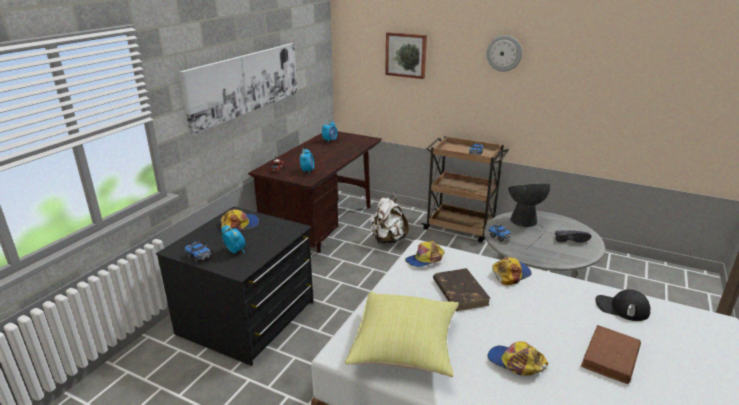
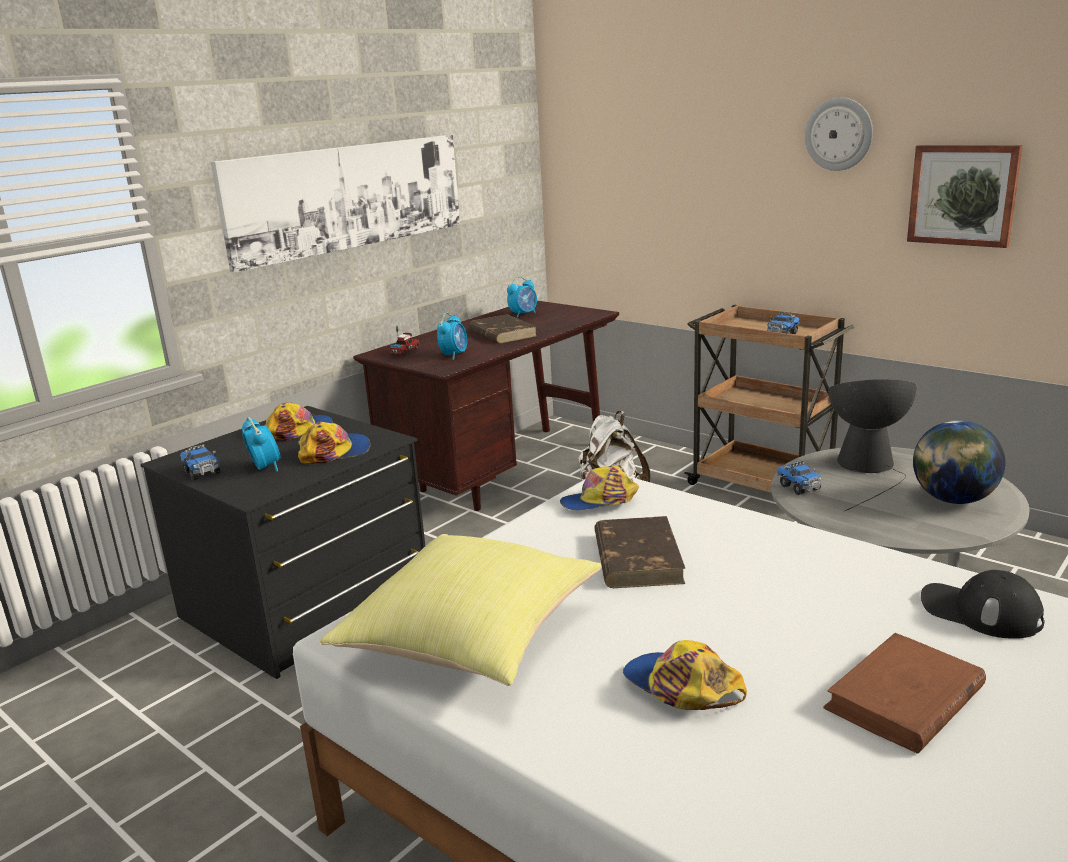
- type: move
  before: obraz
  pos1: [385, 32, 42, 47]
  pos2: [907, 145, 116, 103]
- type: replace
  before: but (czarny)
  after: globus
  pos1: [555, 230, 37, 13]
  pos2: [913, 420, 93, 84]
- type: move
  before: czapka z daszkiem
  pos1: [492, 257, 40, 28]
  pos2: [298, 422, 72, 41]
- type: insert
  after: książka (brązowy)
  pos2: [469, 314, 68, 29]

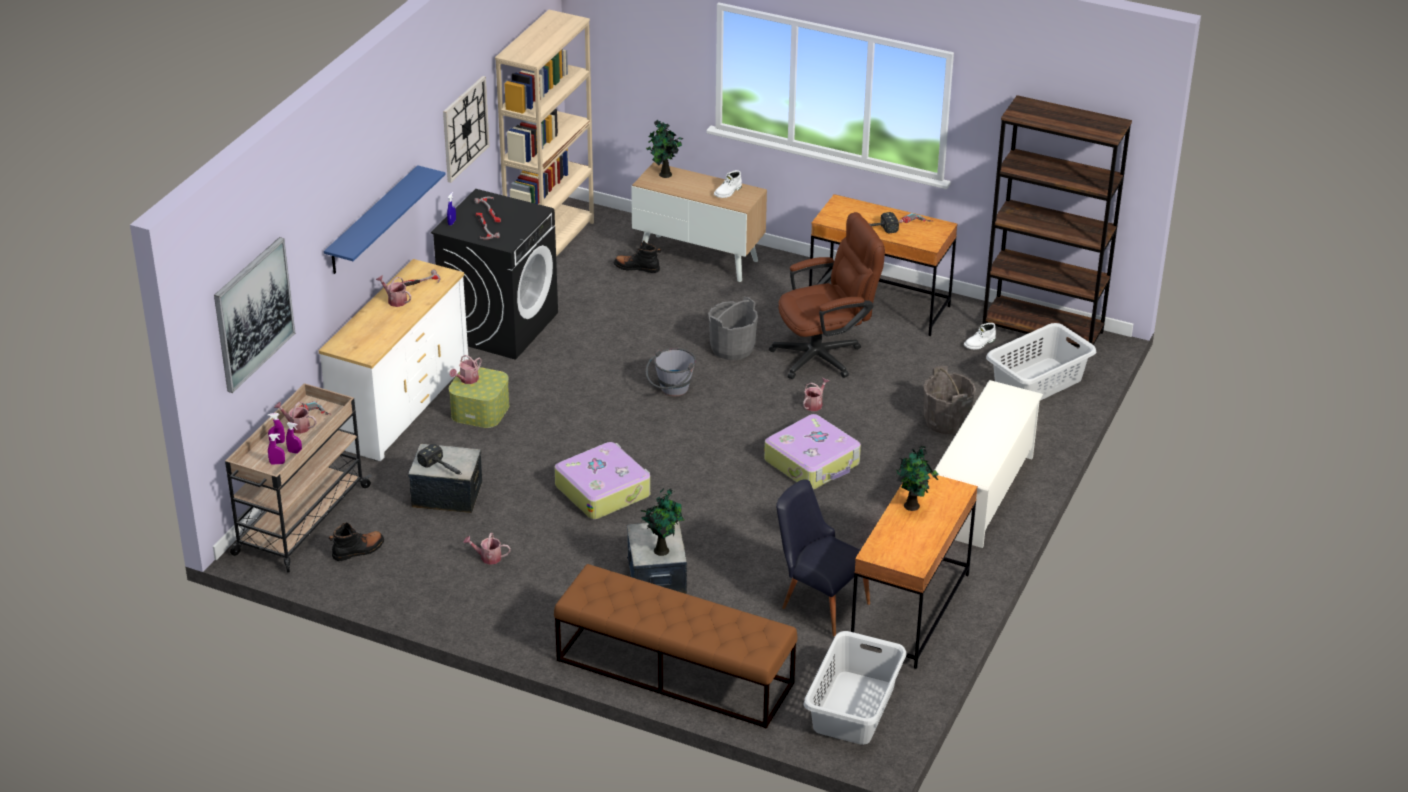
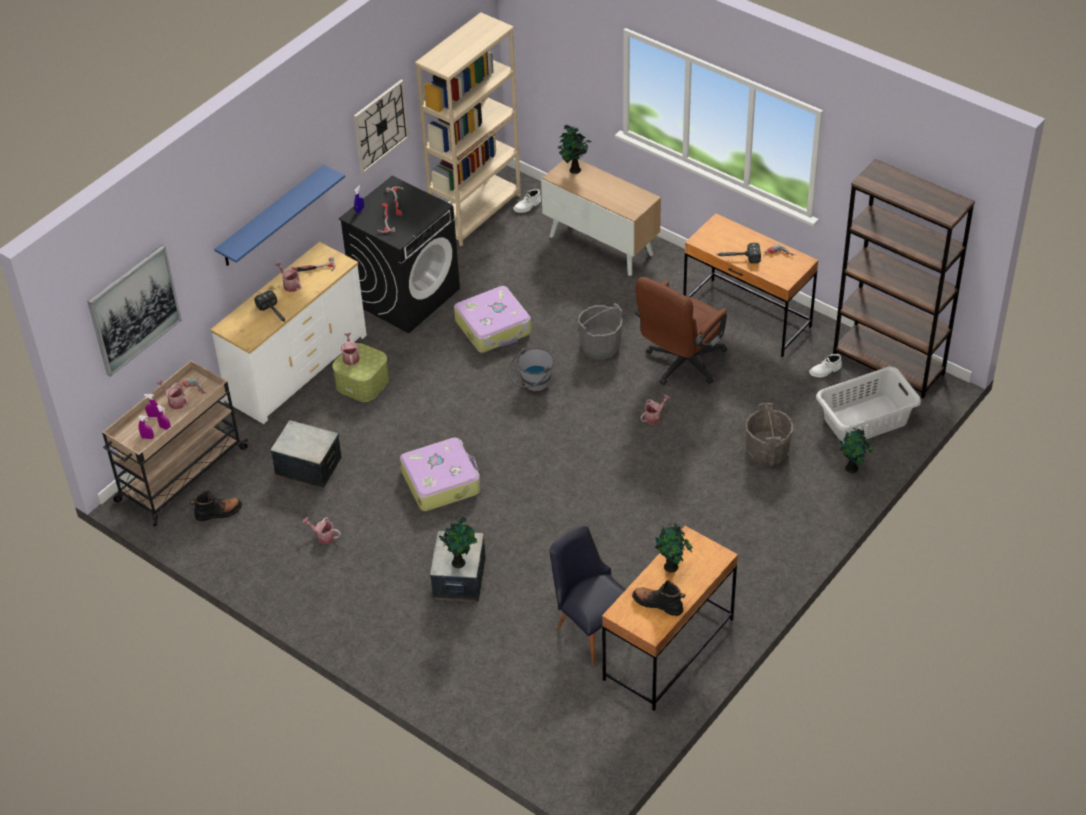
- type: move
  before: but z cholewką (biały)
  pos1: [714, 170, 28, 28]
  pos2: [513, 189, 28, 24]
- type: rotate
  before: krzesło biurowe (brązowy)
  pos1: [769, 212, 116, 167]
  pos2: [635, 277, 92, 108]
  turn: 135
- type: move
  before: but z cholewką (czarny)
  pos1: [614, 241, 47, 32]
  pos2: [632, 580, 53, 36]
- type: rotate
  before: konewka
  pos1: [450, 355, 32, 29]
  pos2: [341, 333, 19, 32]
  turn: 120
- type: delete
  before: regał na buty (biały)
  pos1: [935, 380, 108, 168]
- type: move
  before: walizka
  pos1: [764, 414, 97, 76]
  pos2: [454, 286, 77, 67]
- type: move
  before: młotek
  pos1: [417, 444, 44, 31]
  pos2: [254, 290, 32, 32]
- type: delete
  before: ławka (brązowy)
  pos1: [554, 564, 243, 165]
- type: delete
  before: kosz na pranie (szary)
  pos1: [803, 631, 103, 114]
- type: insert
  after: roślina doniczkowa
  pos2: [839, 427, 35, 46]

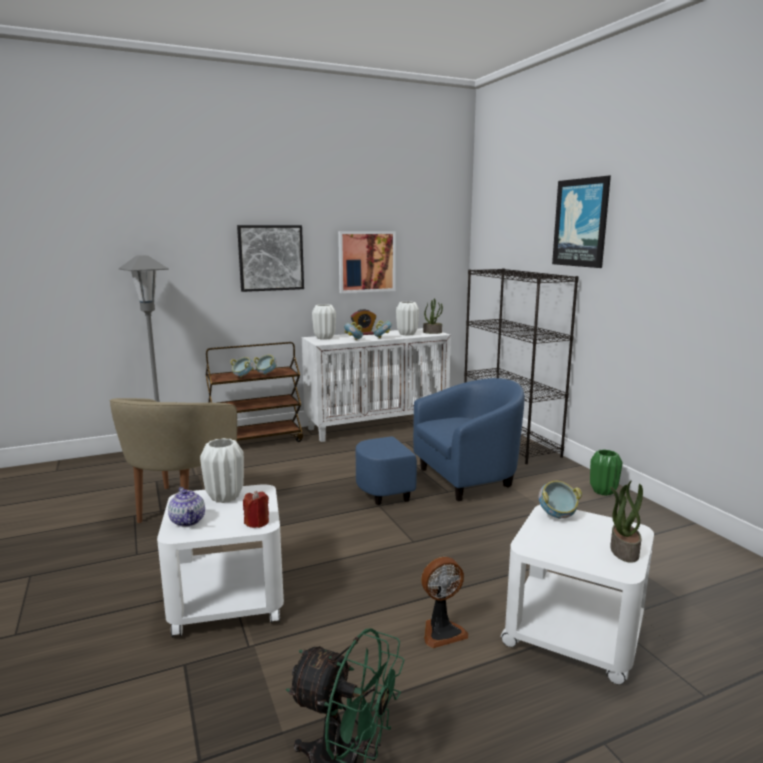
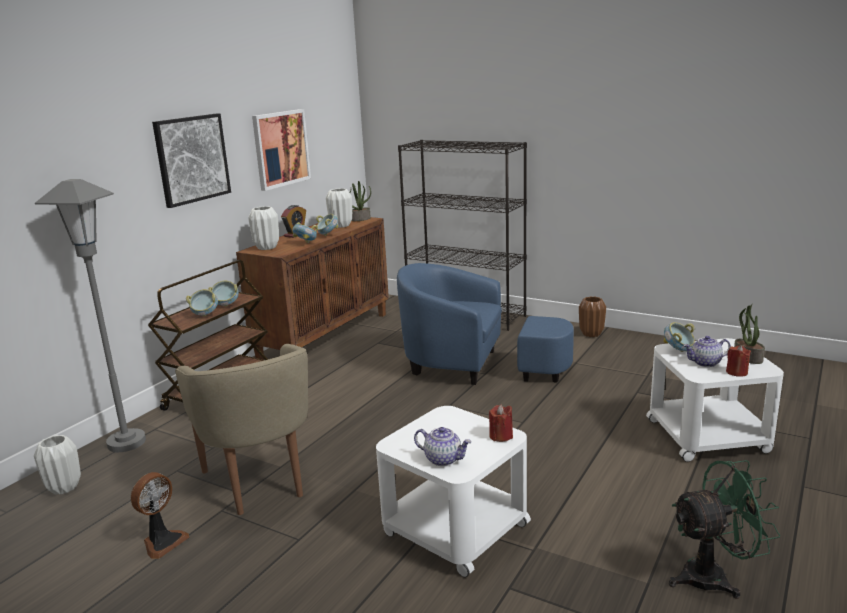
- type: delete
  before: obraz
  pos1: [552, 176, 59, 92]
- type: recolor
  before: szafka (biały)
  after: szafka (brązowy)
  pos1: [302, 328, 149, 114]
  pos2: [236, 217, 153, 143]
- type: rotate
  before: fotel (niebieski)
  pos1: [356, 378, 169, 127]
  pos2: [397, 263, 177, 122]
  turn: -105
- type: move
  before: wazon (biały)
  pos1: [200, 438, 44, 65]
  pos2: [34, 435, 47, 60]
- type: recolor
  before: wazon (zielony)
  after: wazon (brązowy)
  pos1: [590, 449, 33, 47]
  pos2: [579, 296, 27, 41]
- type: move
  before: wentylator
  pos1: [421, 557, 48, 91]
  pos2: [131, 472, 58, 87]
- type: insert
  after: imbryk
  pos2: [683, 336, 48, 31]
- type: insert
  after: świeca (czerwony)
  pos2: [726, 345, 25, 32]

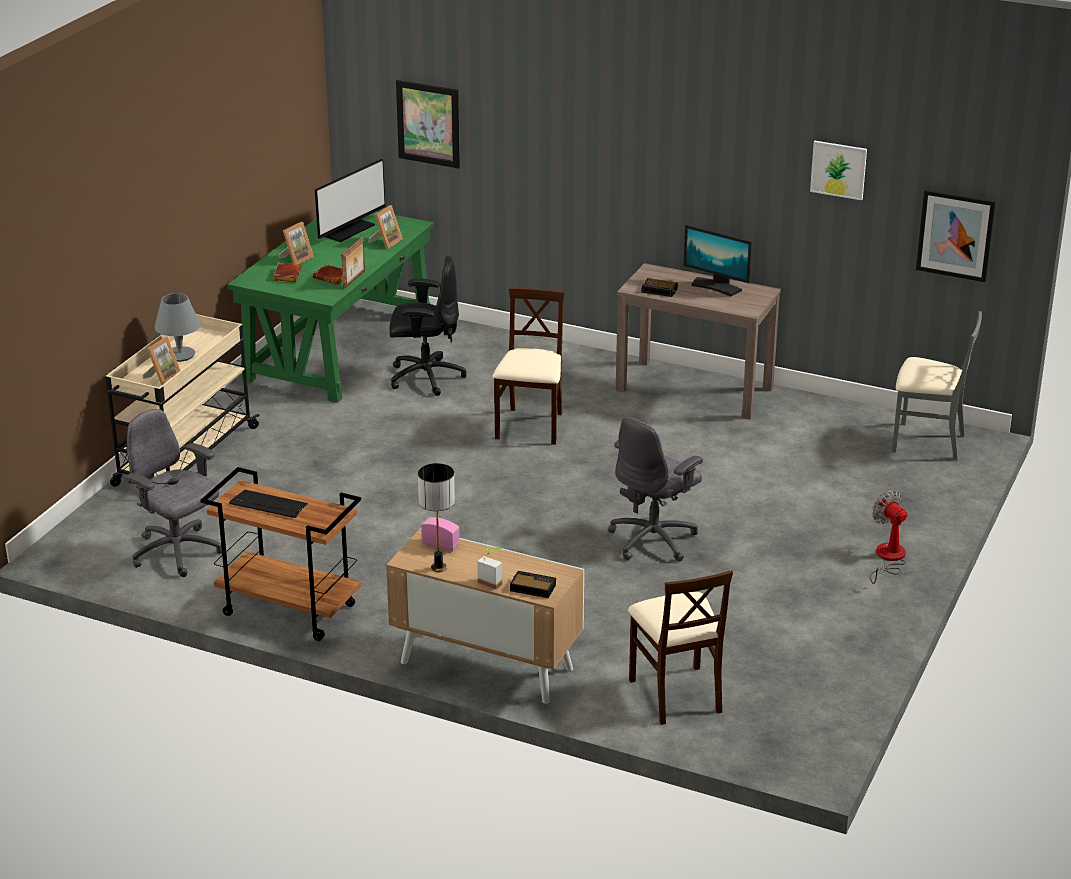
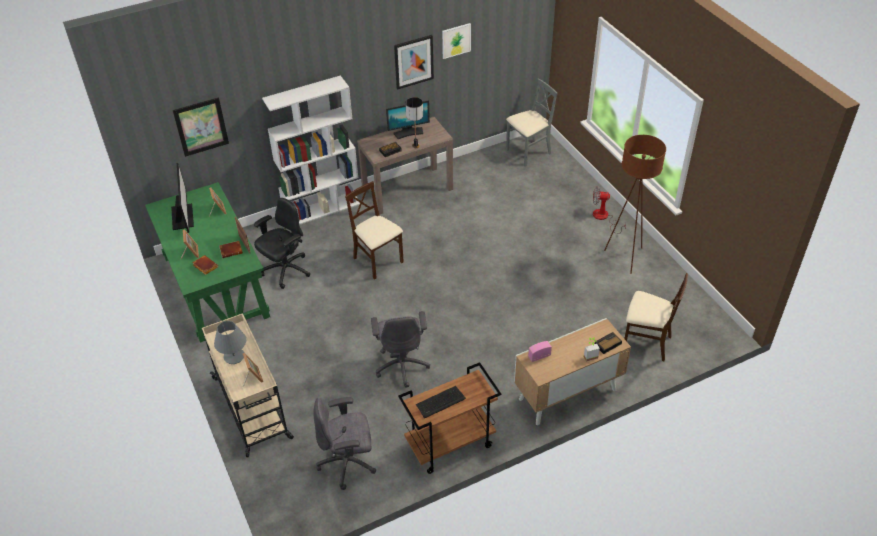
- type: move
  before: obraz
  pos1: [916, 189, 80, 93]
  pos2: [394, 35, 40, 54]
- type: move
  before: krzesło biurowe (szary)
  pos1: [608, 417, 95, 145]
  pos2: [371, 311, 59, 77]
- type: move
  before: lampa stołowa
  pos1: [418, 463, 37, 109]
  pos2: [405, 97, 18, 51]
- type: insert
  after: regał (biały)
  pos2: [262, 75, 98, 150]
- type: insert
  after: lampa stojąca (brązowy)
  pos2: [604, 135, 62, 139]

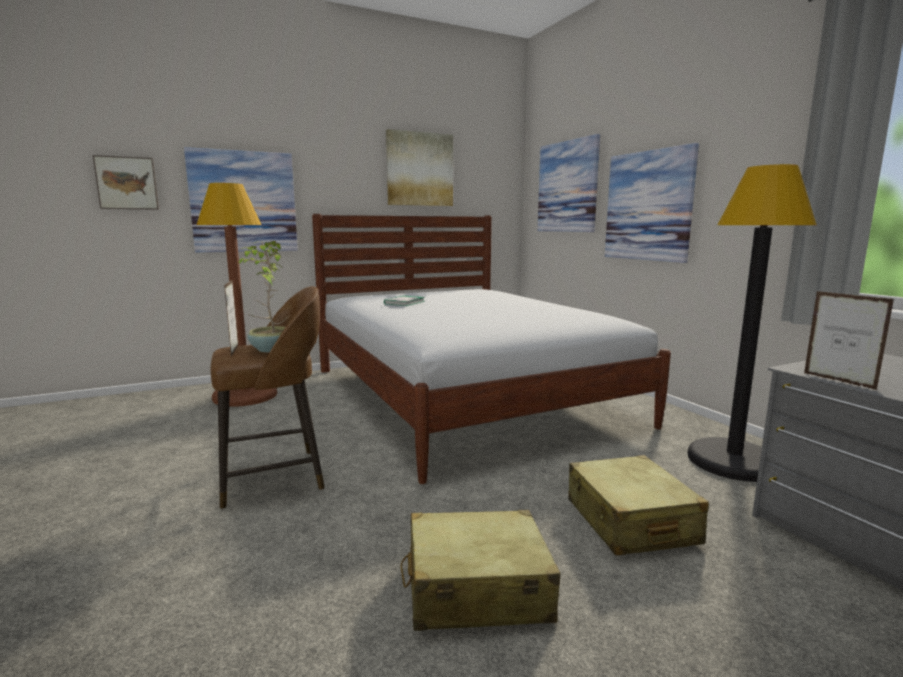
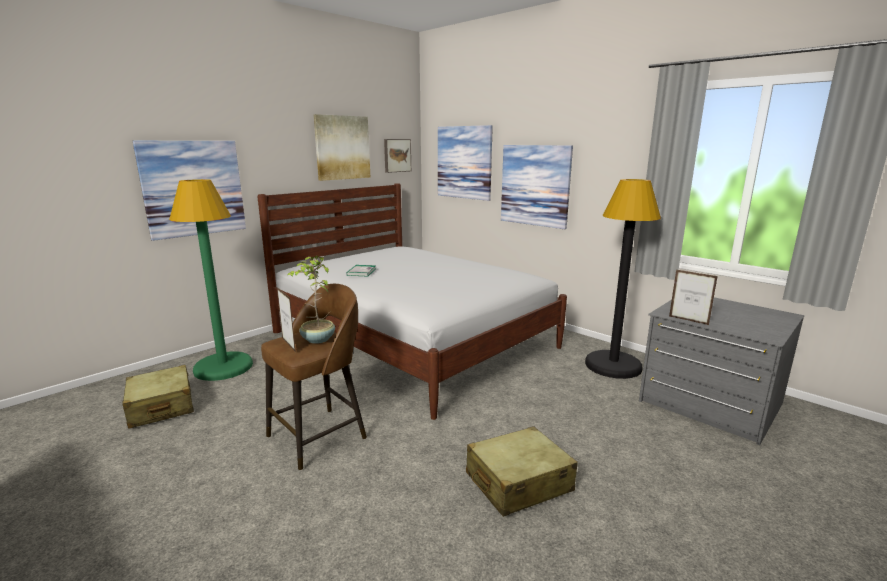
- type: move
  before: obraz
  pos1: [93, 155, 66, 55]
  pos2: [384, 139, 27, 34]
- type: recolor
  before: lampa stojąca (brązowy)
  after: lampa stojąca (zielony)
  pos1: [197, 183, 80, 224]
  pos2: [169, 179, 84, 202]
- type: move
  before: walizka (beżowy)
  pos1: [568, 455, 141, 100]
  pos2: [123, 365, 71, 64]

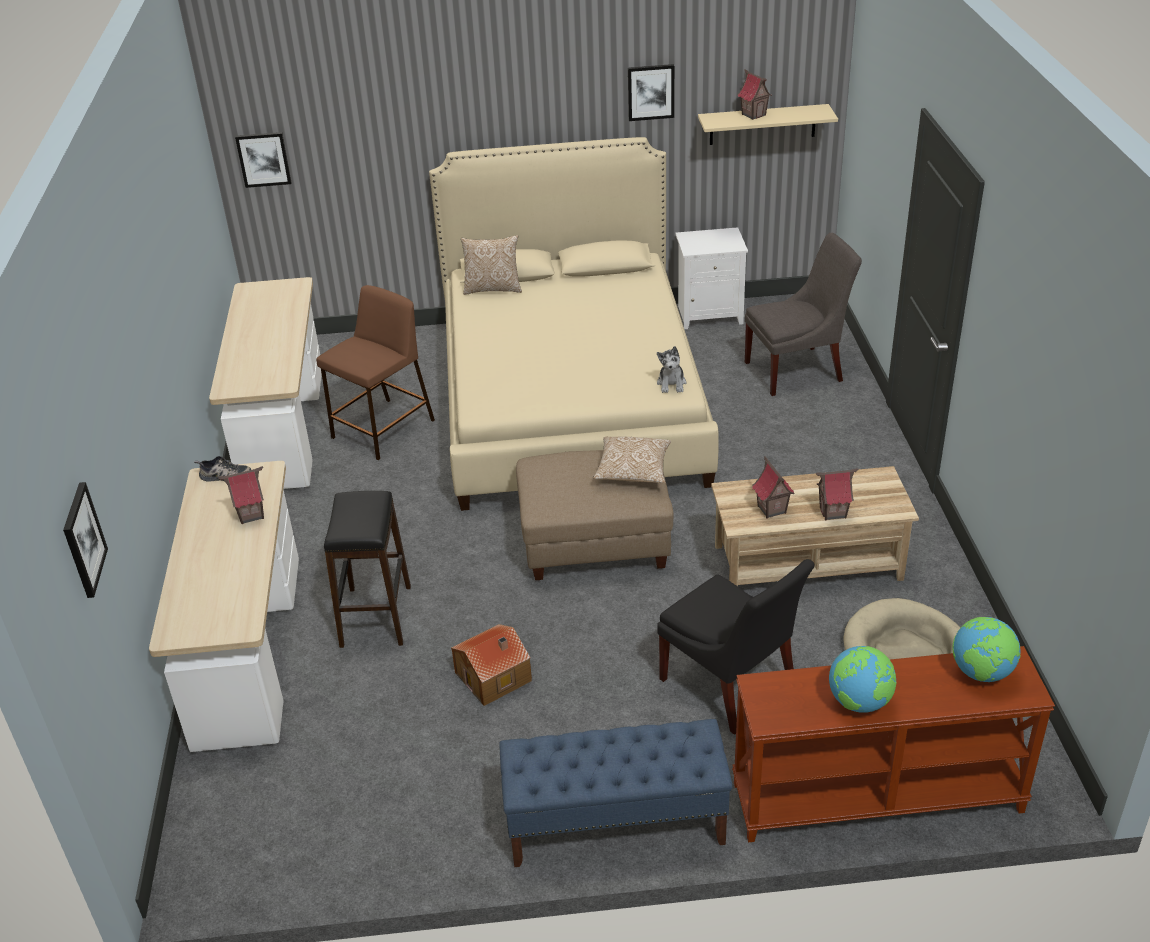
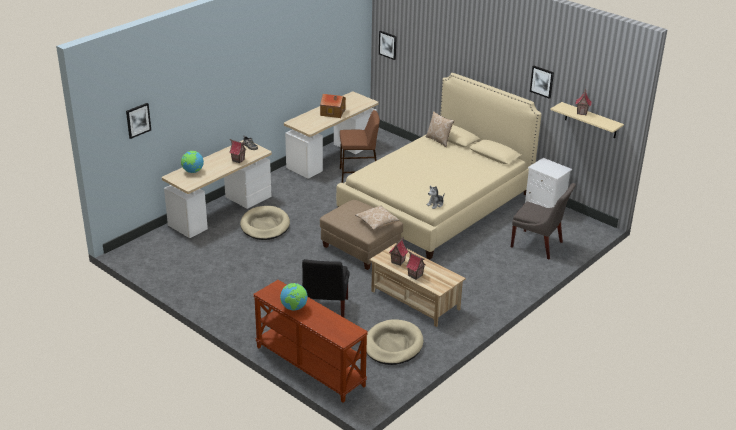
- type: replace
  before: stołek (czarny)
  after: legowisko (beżowy)
  pos1: [324, 491, 87, 157]
  pos2: [240, 206, 50, 34]
- type: move
  before: globus
  pos1: [952, 617, 69, 65]
  pos2: [181, 151, 23, 22]
- type: move
  before: domek
  pos1: [451, 624, 81, 82]
  pos2: [320, 94, 26, 24]
- type: delete
  before: ławka (niebieski)
  pos1: [499, 719, 234, 148]

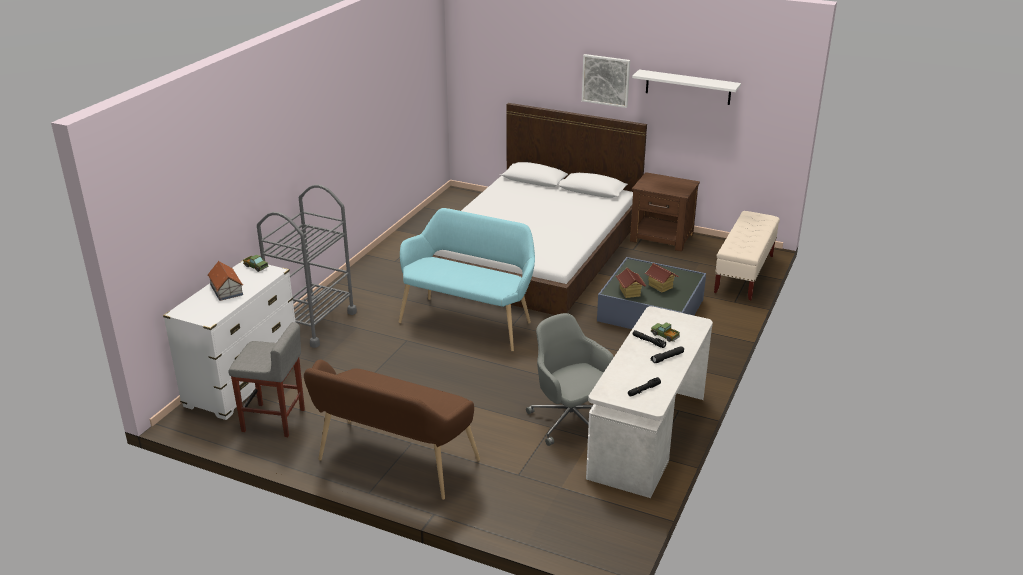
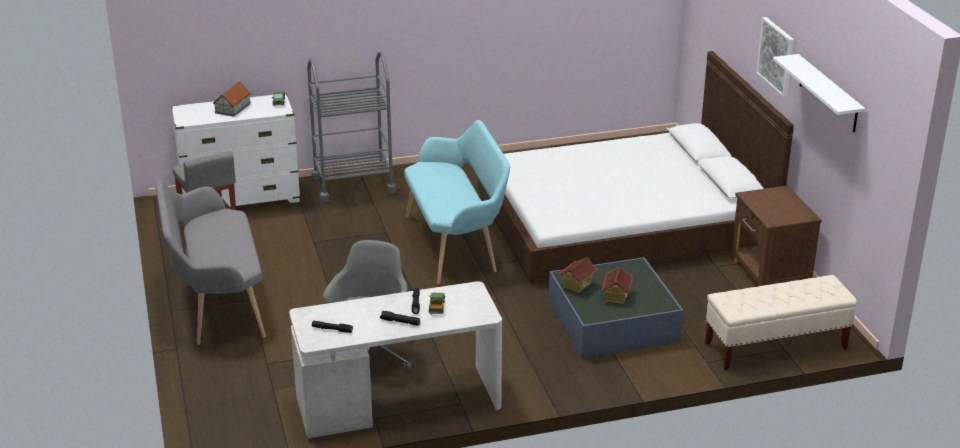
- type: recolor
  before: ławka (brązowy)
  after: ławka (szary)
  pos1: [304, 360, 176, 140]
  pos2: [156, 180, 110, 165]

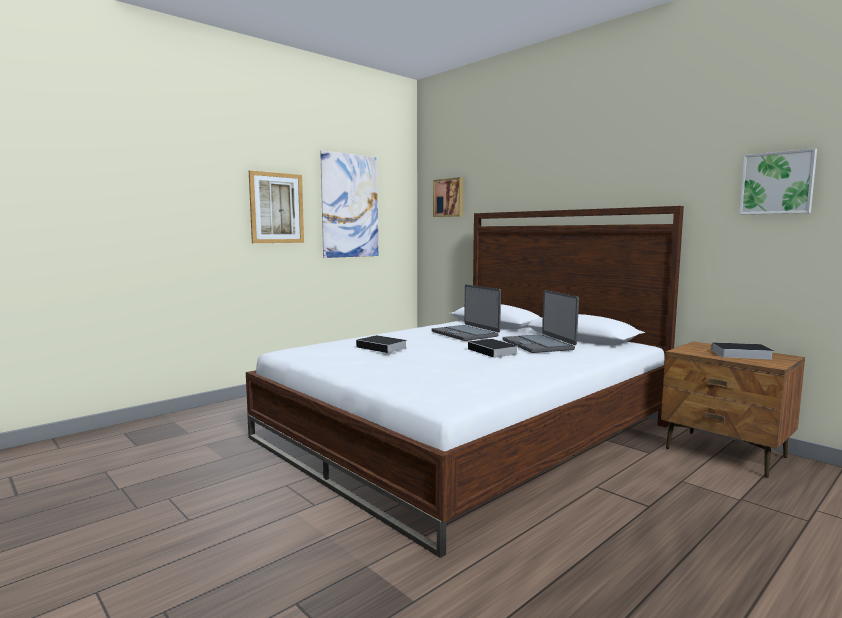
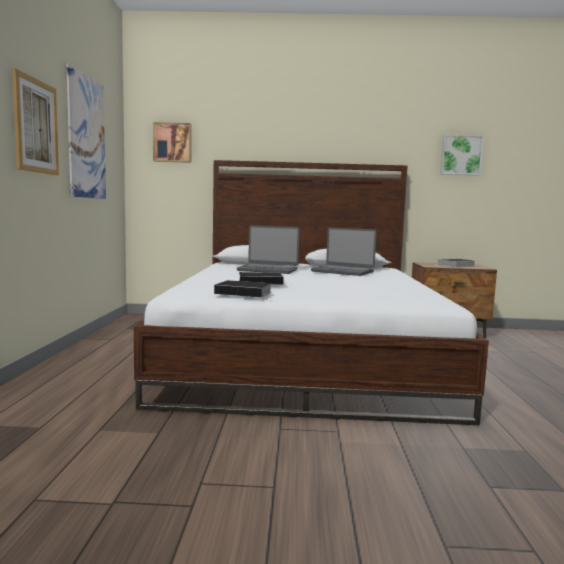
- type: move
  before: książka
  pos1: [468, 339, 49, 20]
  pos2: [214, 280, 58, 18]

